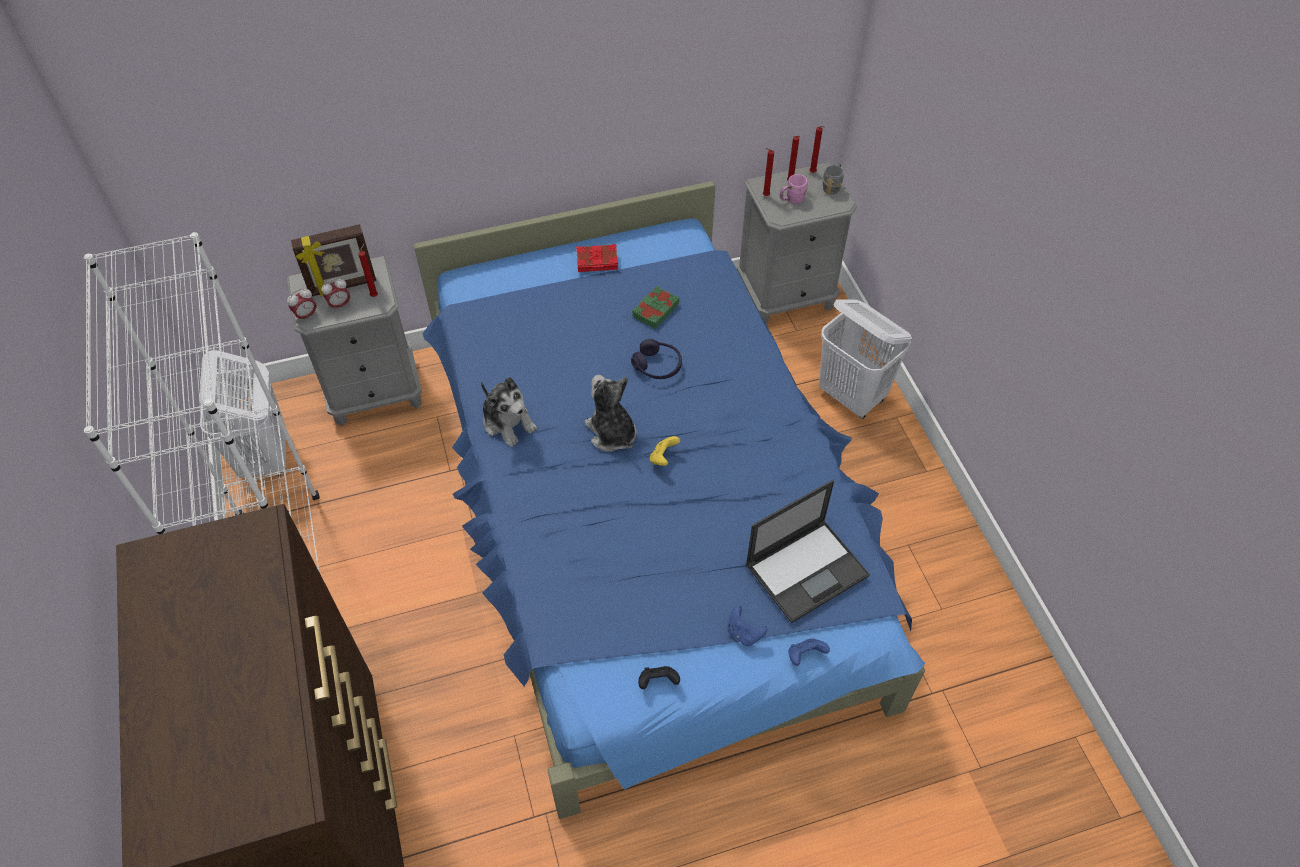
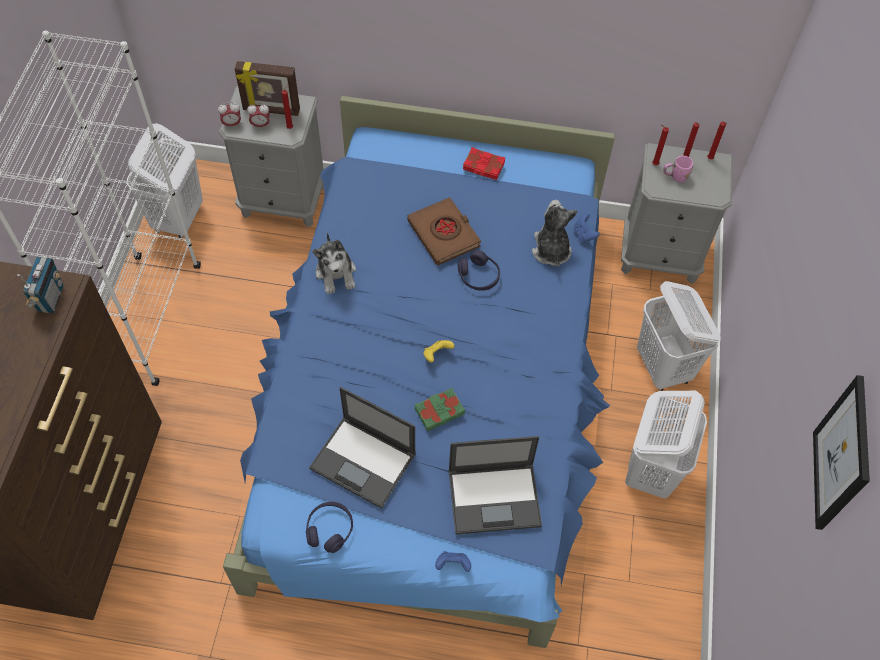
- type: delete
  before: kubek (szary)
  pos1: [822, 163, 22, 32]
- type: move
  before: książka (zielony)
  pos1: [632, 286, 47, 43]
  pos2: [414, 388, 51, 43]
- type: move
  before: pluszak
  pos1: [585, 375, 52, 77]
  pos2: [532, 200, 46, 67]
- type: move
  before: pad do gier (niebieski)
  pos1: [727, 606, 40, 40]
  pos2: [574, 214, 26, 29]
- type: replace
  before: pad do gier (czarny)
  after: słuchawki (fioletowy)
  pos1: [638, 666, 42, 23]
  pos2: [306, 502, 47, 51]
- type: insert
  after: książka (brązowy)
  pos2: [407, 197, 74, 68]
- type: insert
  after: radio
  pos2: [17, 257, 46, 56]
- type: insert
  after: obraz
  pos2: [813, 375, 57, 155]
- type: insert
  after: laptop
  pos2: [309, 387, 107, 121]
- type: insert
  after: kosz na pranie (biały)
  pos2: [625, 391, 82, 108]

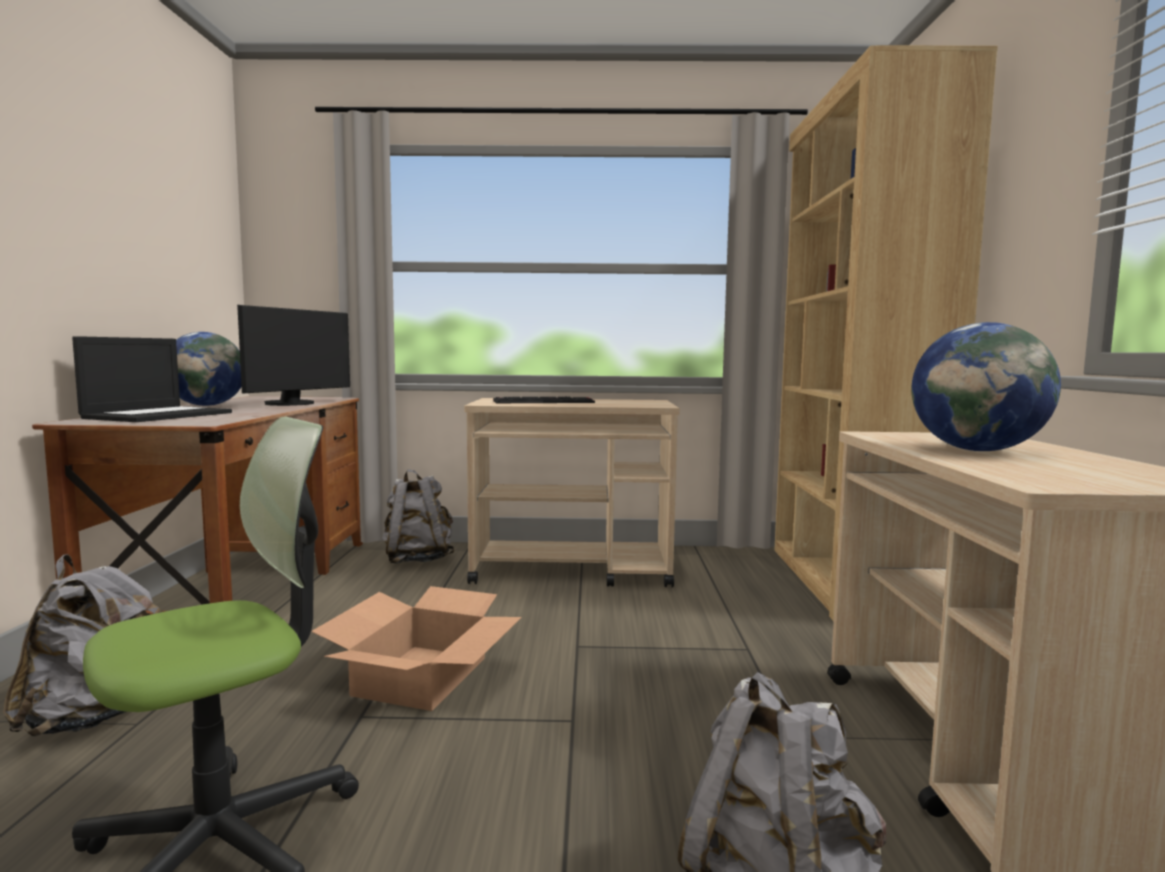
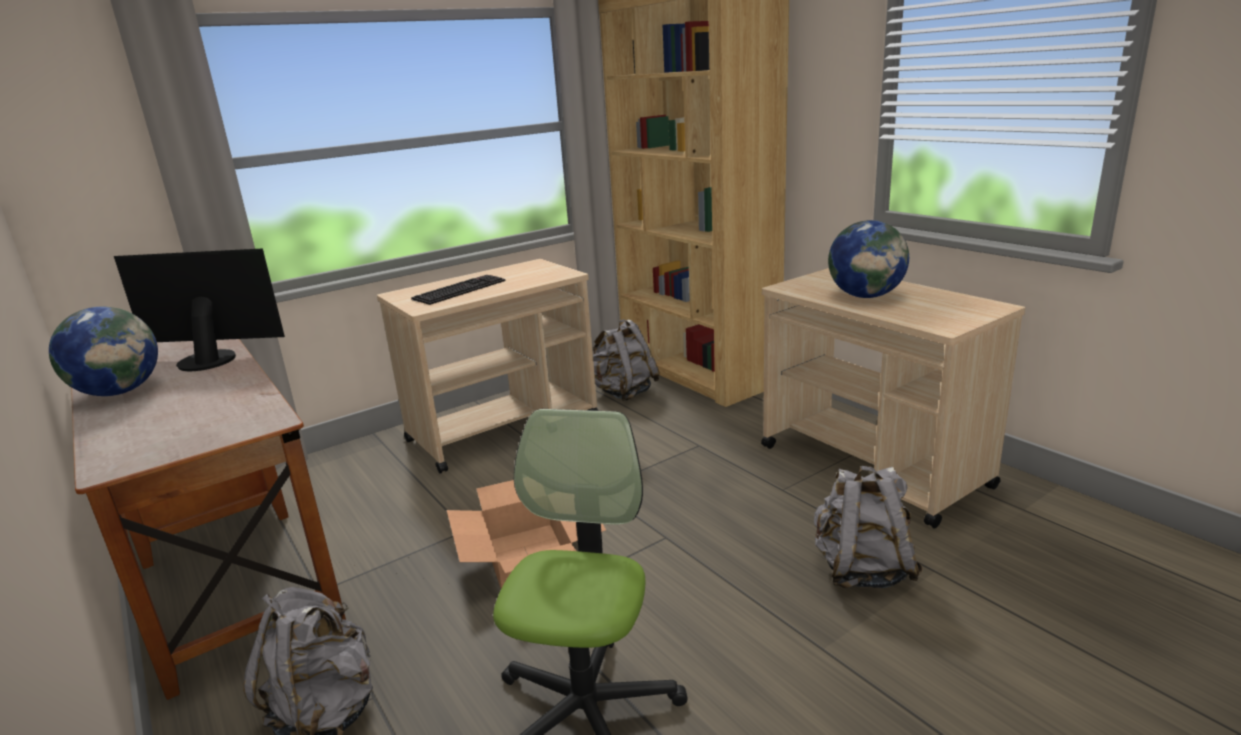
- type: rotate
  before: monitor
  pos1: [237, 305, 113, 101]
  pos2: [114, 248, 171, 123]
  turn: -75
- type: delete
  before: laptop
  pos1: [72, 336, 160, 86]
- type: move
  before: plecak (szary)
  pos1: [382, 469, 73, 95]
  pos2: [593, 319, 67, 82]

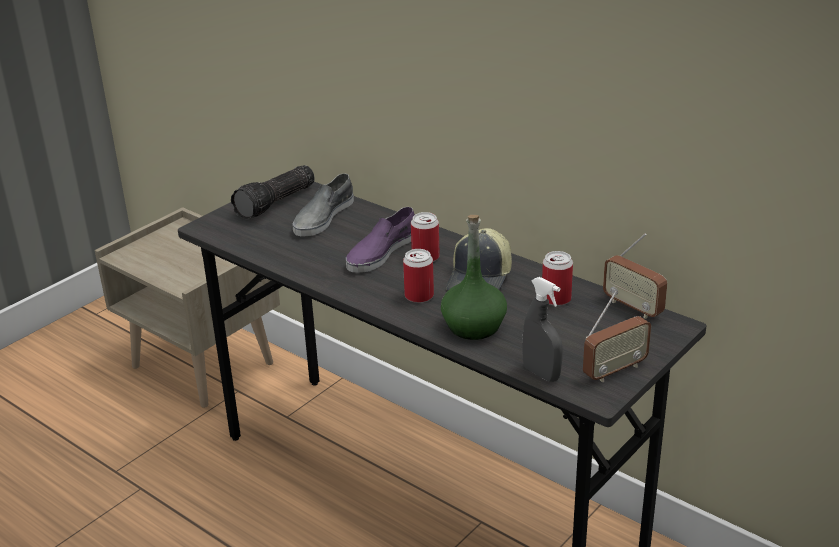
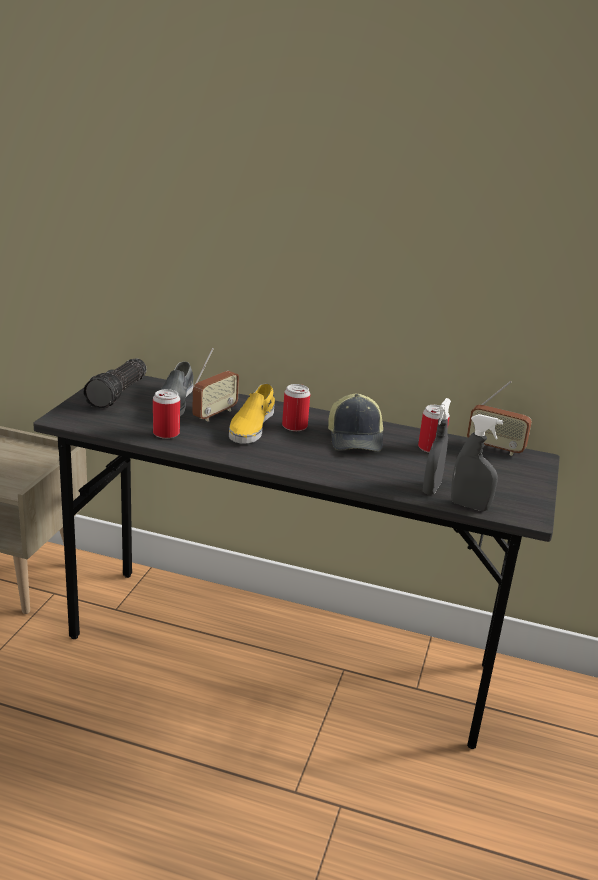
- type: recolor
  before: but (fioletowy)
  after: but (żółty)
  pos1: [346, 207, 69, 66]
  pos2: [229, 384, 46, 60]
- type: delete
  before: butelka (zielony)
  pos1: [441, 215, 66, 125]
- type: move
  before: puszka
  pos1: [403, 249, 31, 54]
  pos2: [153, 389, 27, 50]
- type: move
  before: radio
  pos1: [583, 291, 68, 91]
  pos2: [192, 347, 47, 74]
- type: insert
  after: spryskiwacz (szary)
  pos2: [423, 398, 28, 97]

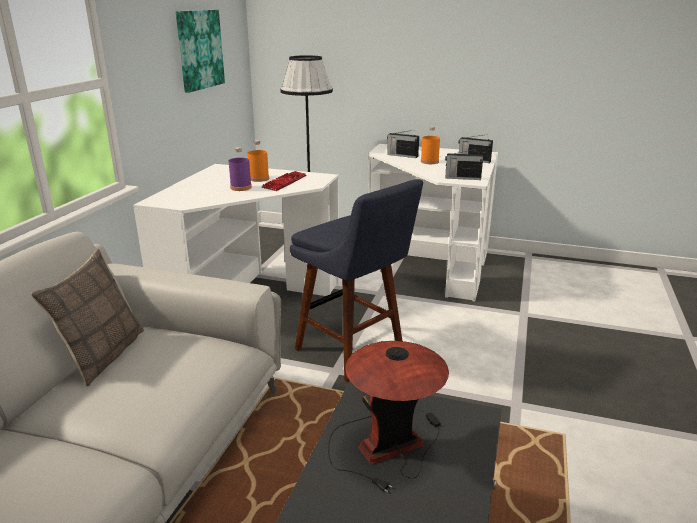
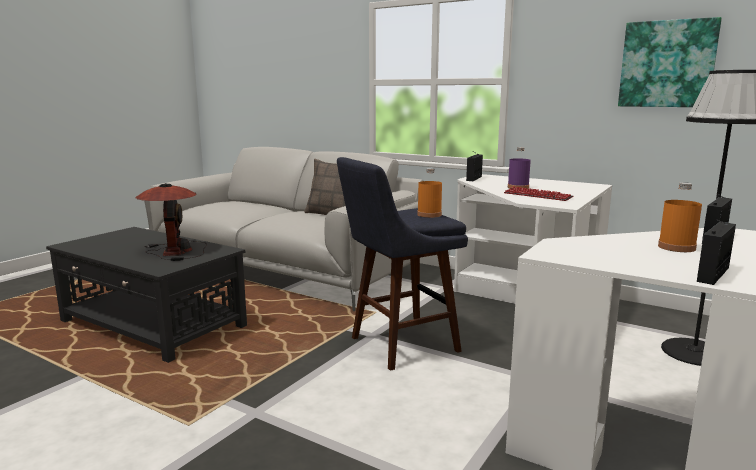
- type: move
  before: butelka (pomarańczowy)
  pos1: [248, 140, 21, 42]
  pos2: [417, 168, 25, 50]
- type: move
  before: radio
  pos1: [445, 149, 38, 31]
  pos2: [466, 151, 17, 30]

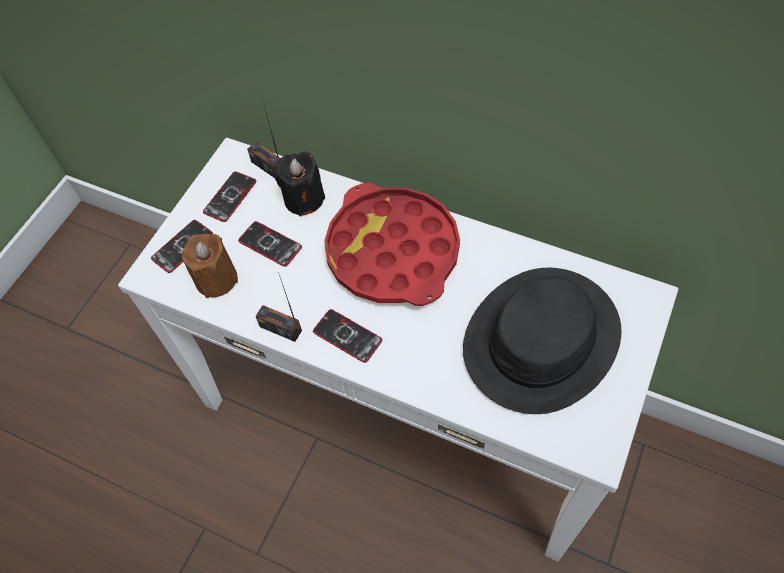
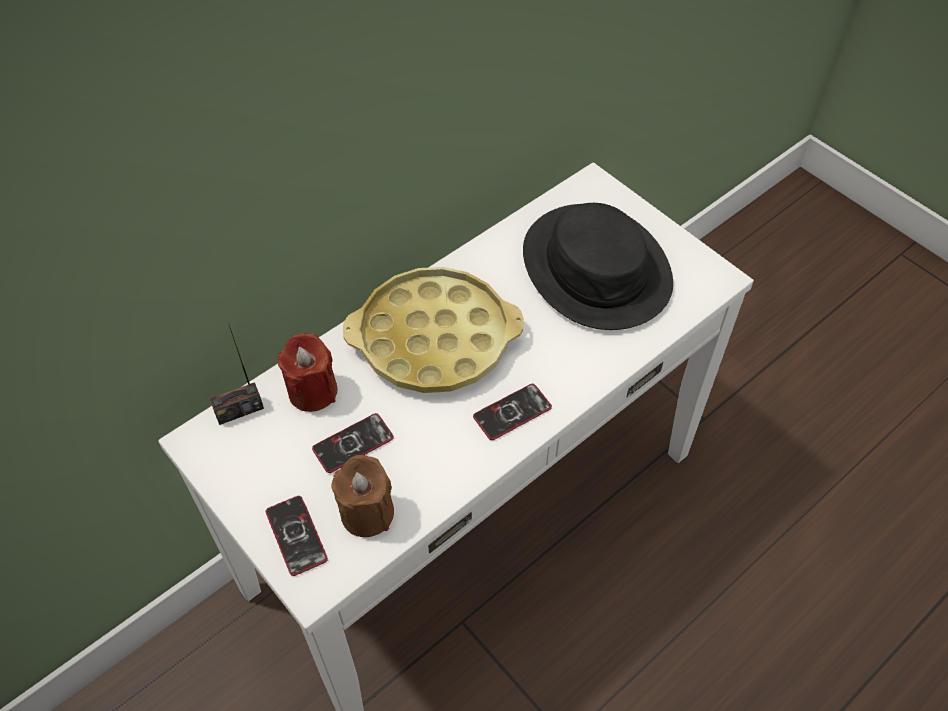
- type: recolor
  before: świeca (czarny)
  after: świeca (czerwony)
  pos1: [275, 151, 50, 65]
  pos2: [278, 333, 59, 79]
- type: delete
  before: telefon
  pos1: [203, 171, 53, 51]
- type: recolor
  before: taca (czerwony)
  after: taca (żółty)
  pos1: [324, 183, 136, 123]
  pos2: [343, 267, 181, 126]
- type: delete
  before: radio
  pos1: [255, 272, 47, 70]

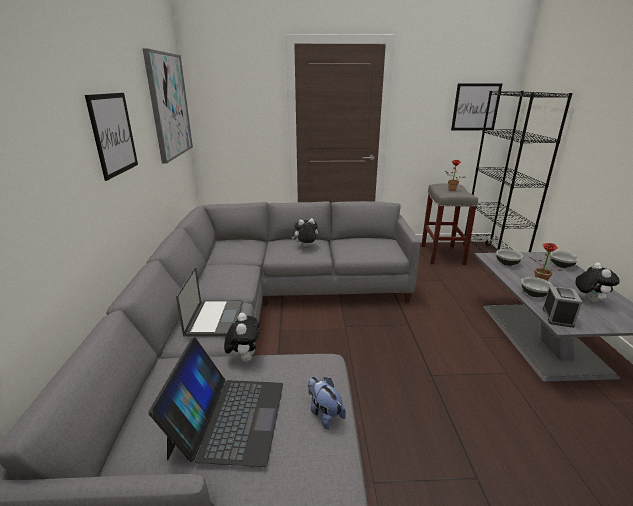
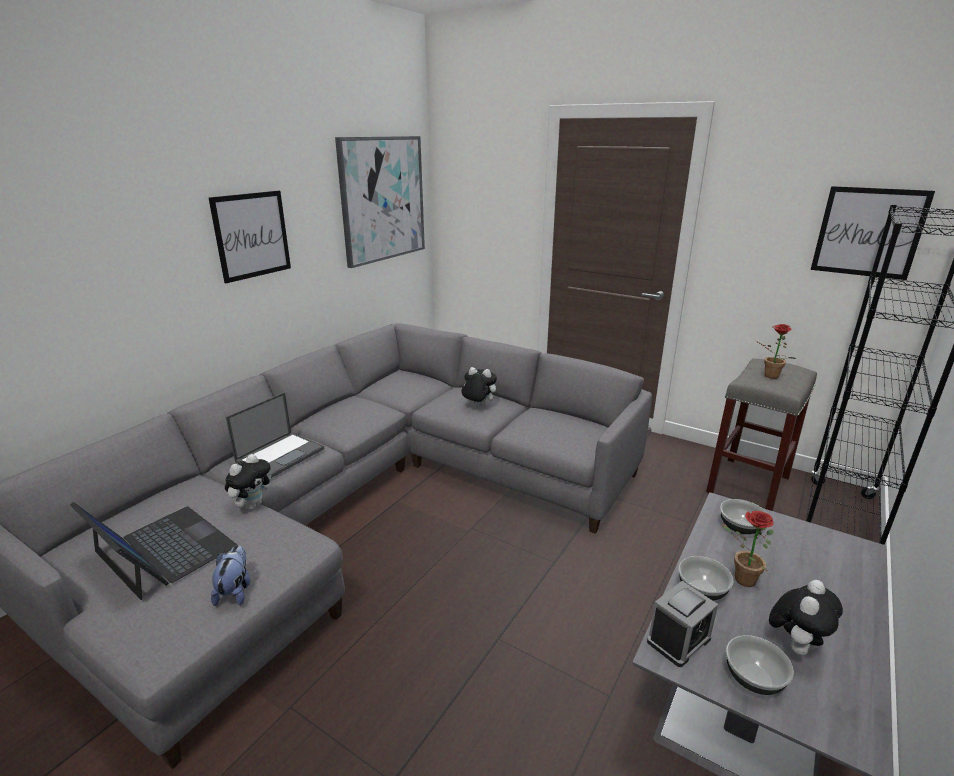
- type: move
  before: miska
  pos1: [551, 251, 28, 17]
  pos2: [726, 635, 68, 60]
- type: rotate
  before: laptop
  pos1: [148, 337, 135, 130]
  pos2: [70, 502, 167, 98]
  turn: -90

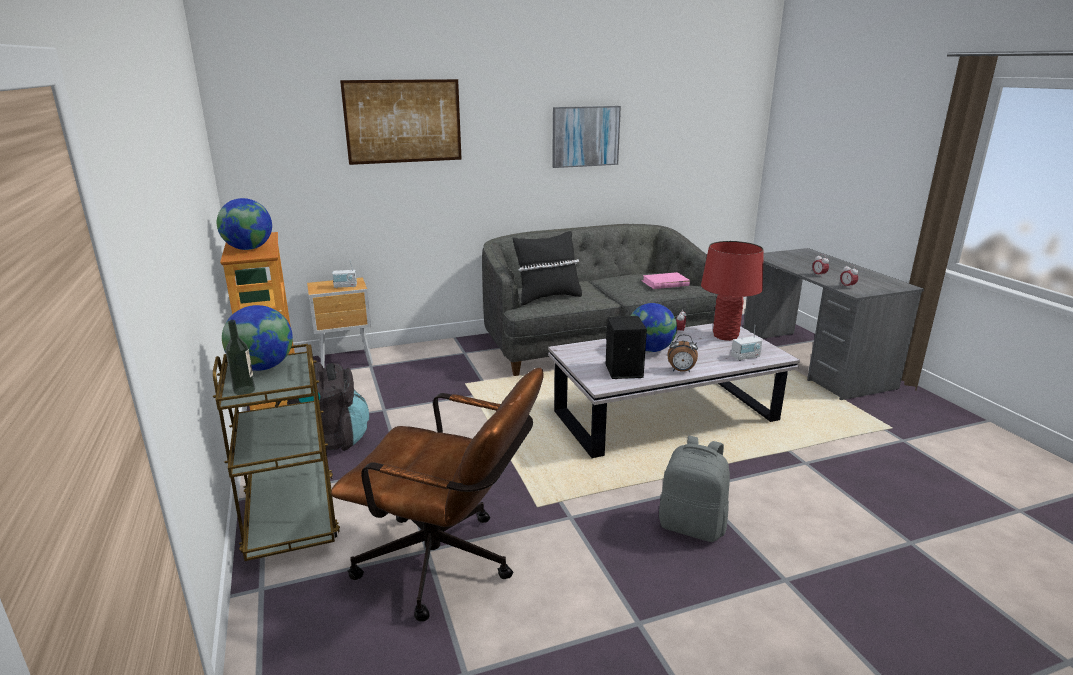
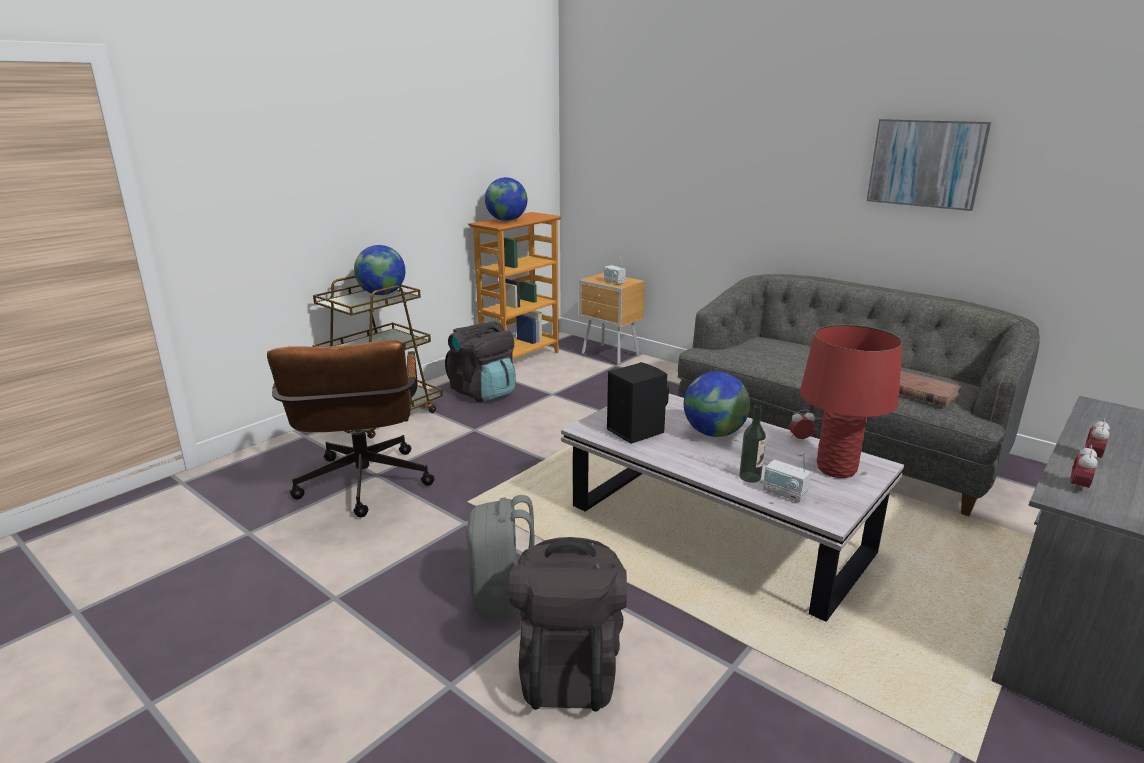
- type: delete
  before: obraz
  pos1: [340, 79, 122, 86]
- type: delete
  before: poduszka (czarny)
  pos1: [513, 231, 69, 74]
- type: recolor
  before: książka (różowy)
  after: książka (brązowy)
  pos1: [642, 272, 48, 17]
  pos2: [899, 371, 63, 36]
- type: move
  before: butelka
  pos1: [226, 320, 29, 75]
  pos2: [739, 405, 27, 78]
- type: delete
  before: budzik
  pos1: [668, 335, 30, 37]
- type: insert
  after: plecak (czarny)
  pos2: [509, 537, 118, 174]

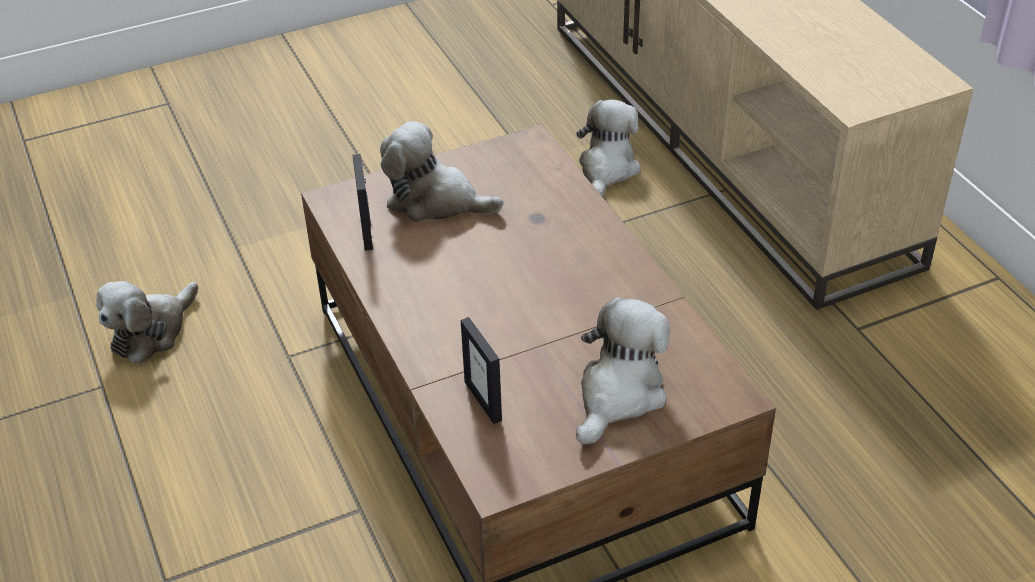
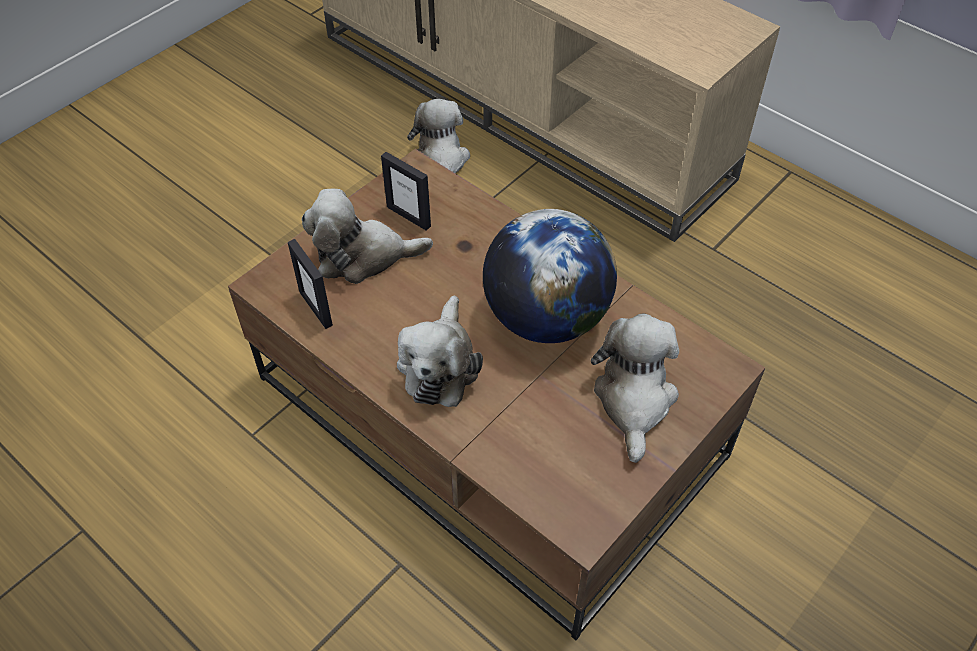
- type: move
  before: pluszak
  pos1: [96, 281, 102, 83]
  pos2: [397, 295, 86, 112]
- type: move
  before: ramka na zdjęcie
  pos1: [461, 317, 41, 107]
  pos2: [381, 152, 50, 79]
- type: insert
  after: globus
  pos2: [483, 209, 134, 134]

